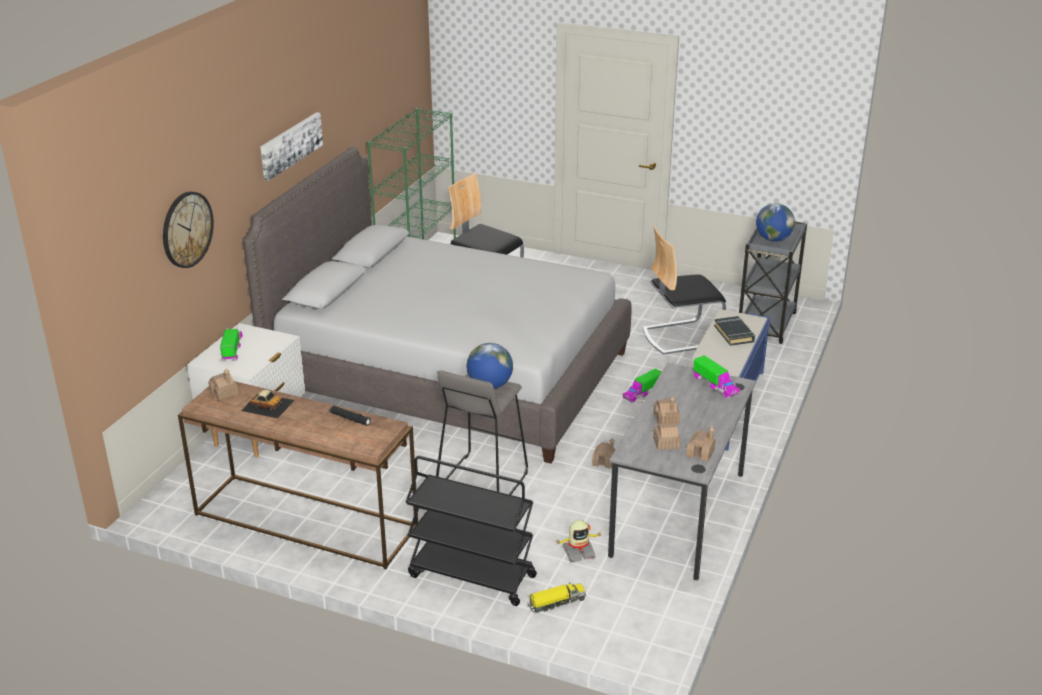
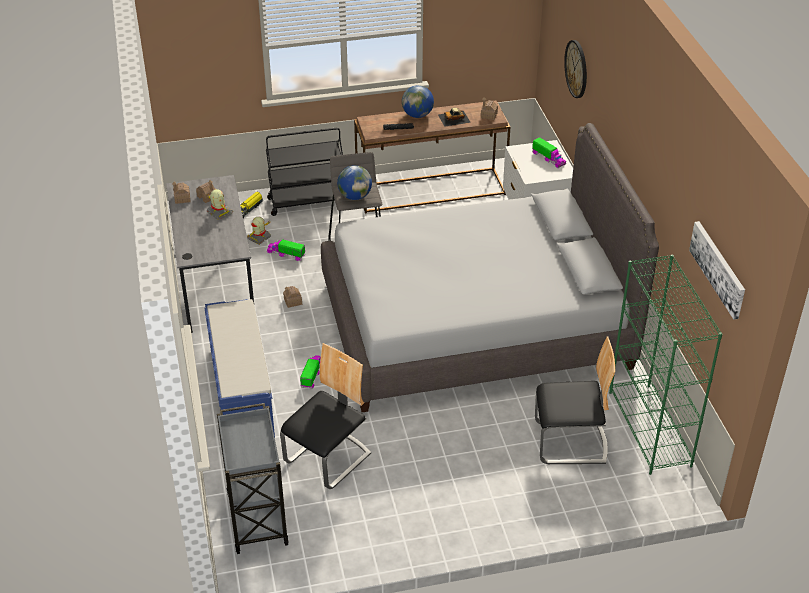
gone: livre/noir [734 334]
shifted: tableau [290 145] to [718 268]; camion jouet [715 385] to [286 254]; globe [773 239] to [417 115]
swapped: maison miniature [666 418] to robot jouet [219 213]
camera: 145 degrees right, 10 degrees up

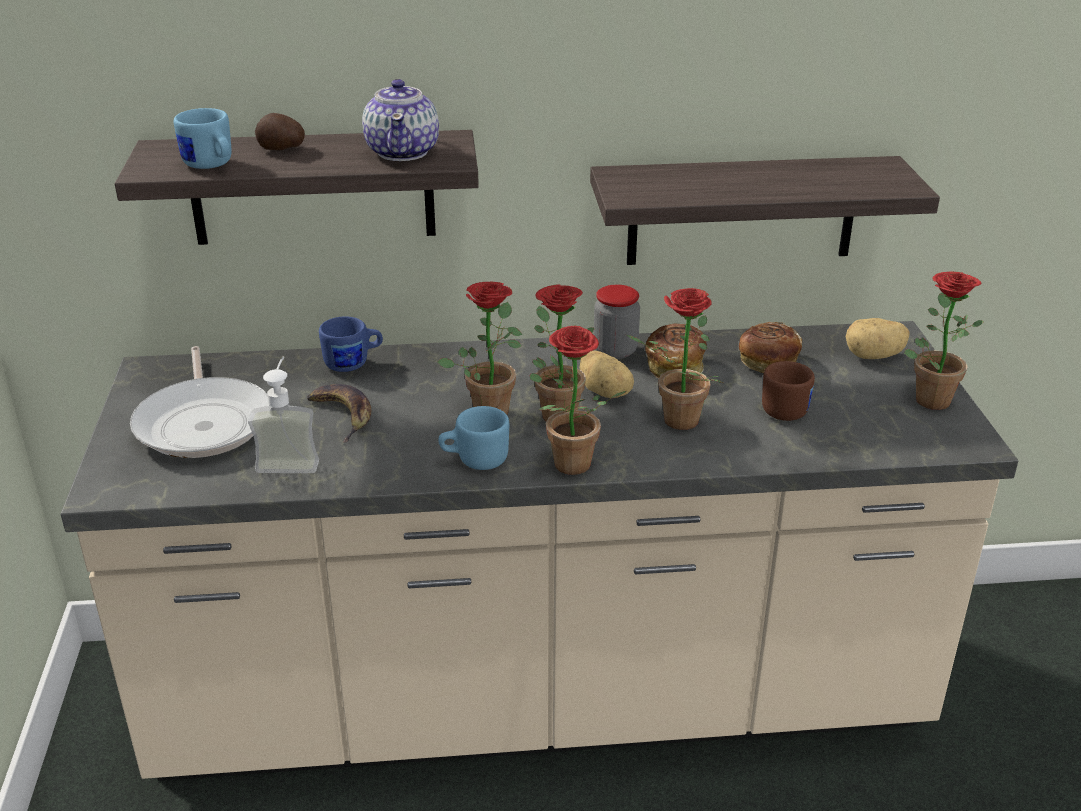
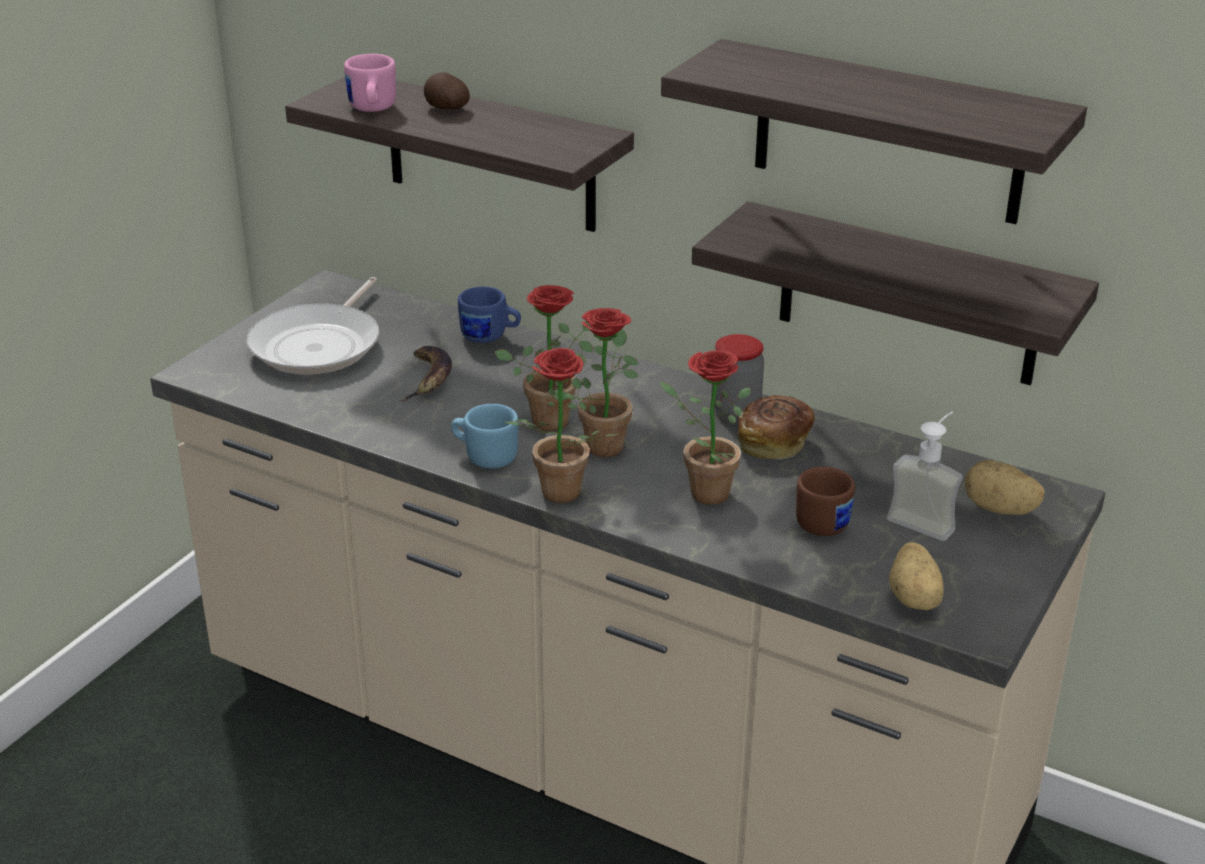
gone: théière [403 152]; pain [767 363]; plante en pot [929 396]
new: étagère [888 133]
shifted: distributeur de savon [290 459] to [926 519]; pomme de terre [605 392] to [915 598]
repainted: mug/bleu [211 166] to mug/rose [371 109]
camera: 35 degrees right, 0 degrees up

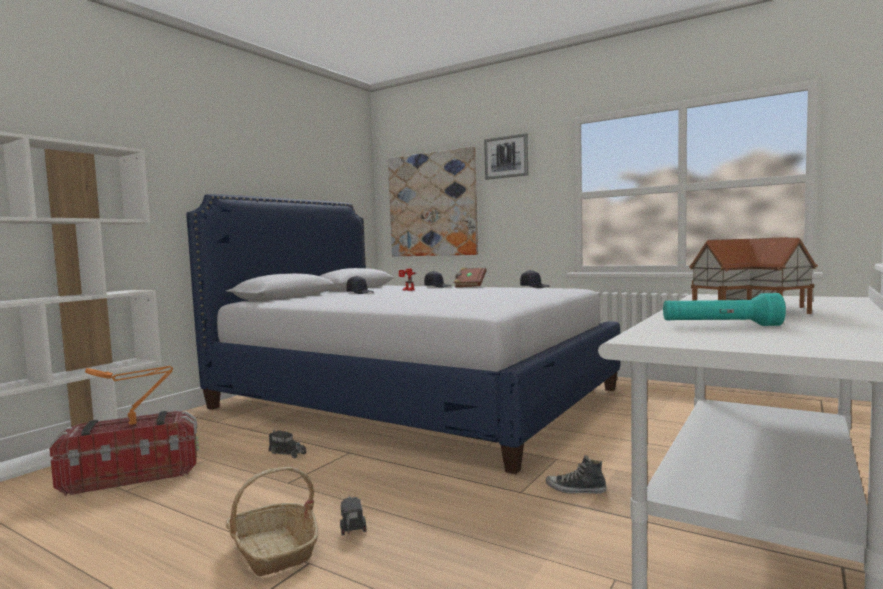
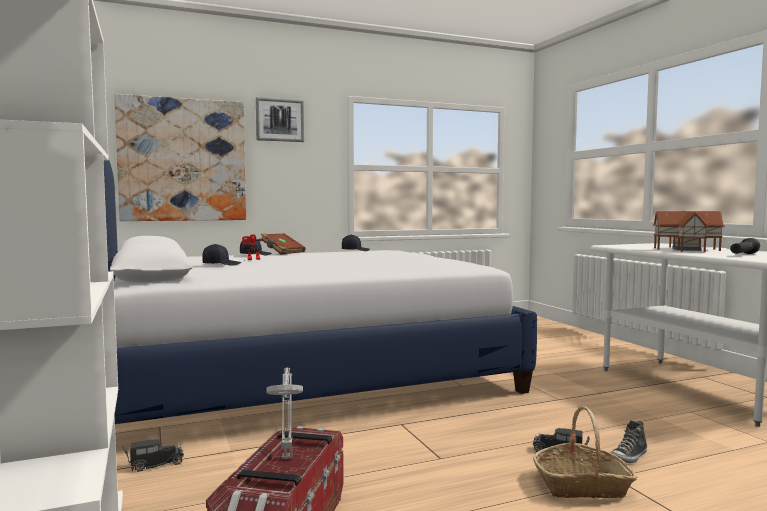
shifted: camion jouet [286 452] to [154 464]; chaussure [575 490] to [629 457]
repainted: lampe de table/orange [135 423] to lampe de table/gris [287 456]; lampe de poche/turquoise [720 325] to lampe de poche/noir [743 255]
camera: 55 degrees left, 0 degrees up

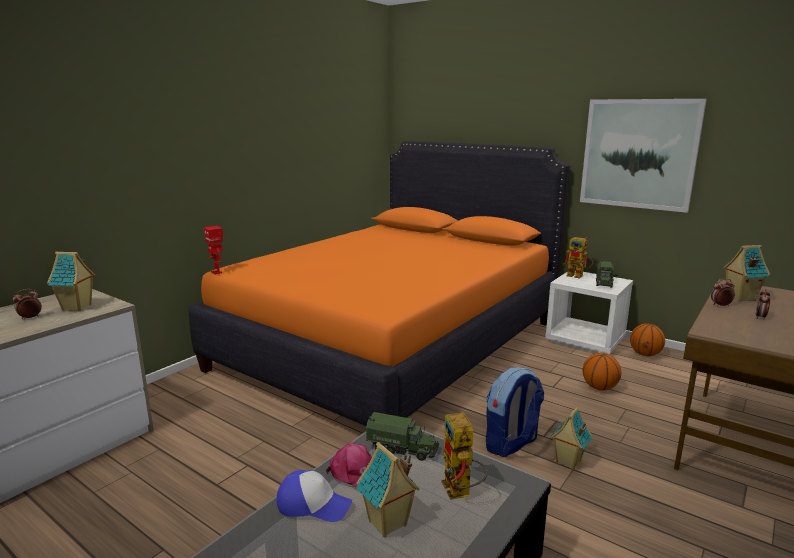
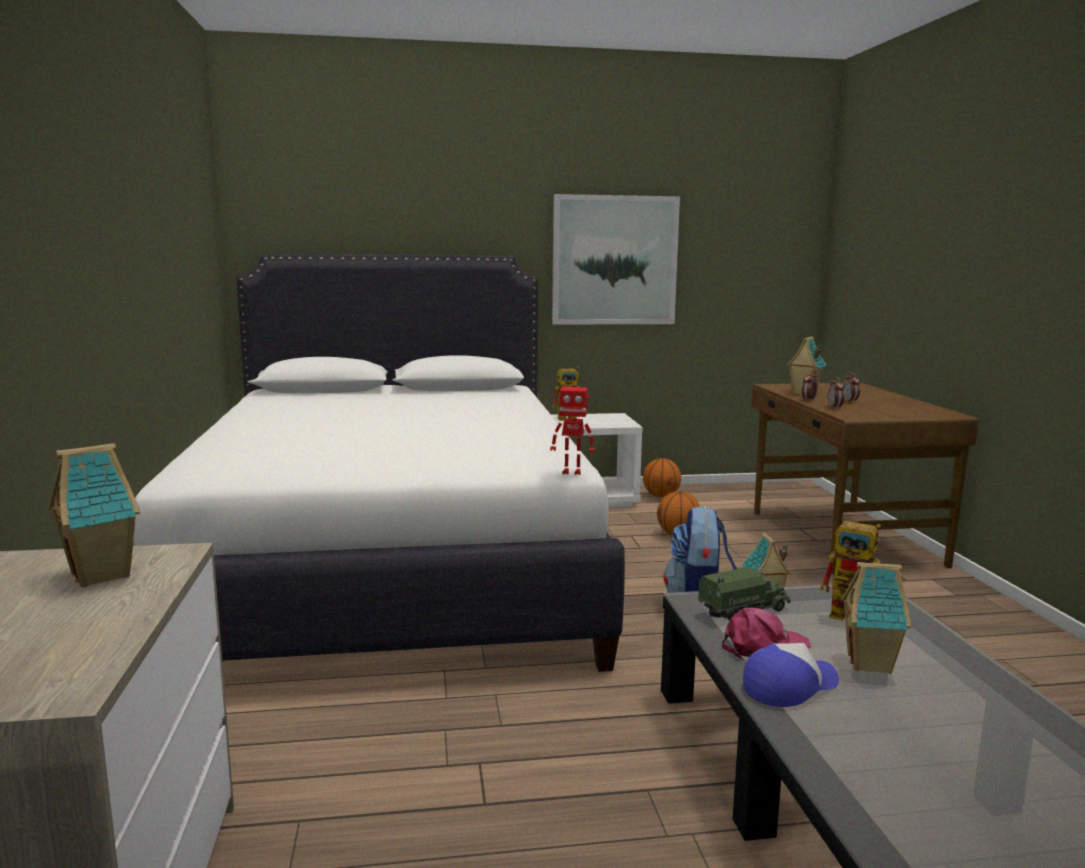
gone: camion jouet [604 282]
shifted: réveil [30 318] to [835 408]; robot jouet [217 272] to [572 472]
repainted: lit/orange [392 344] to lit/blanc [392 565]
camera: 45 degrees left, 5 degrees down

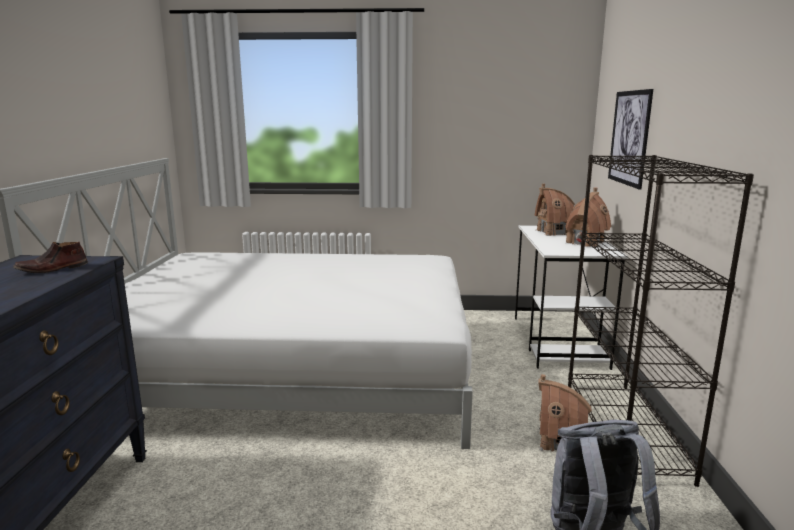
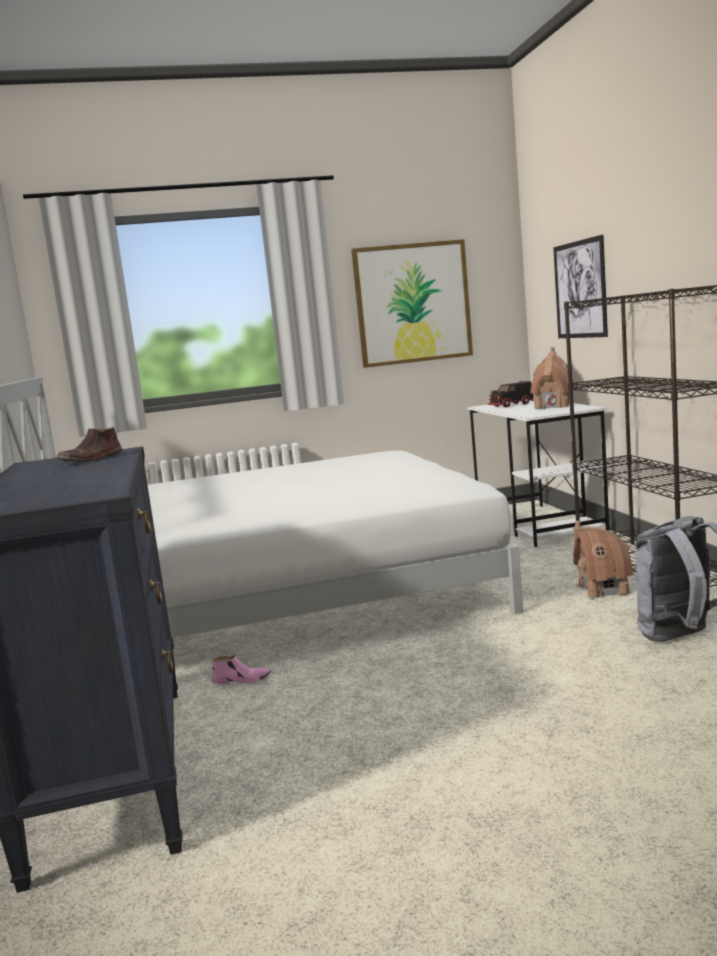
new: chaussure/rose [242 680]; tableau [412 303]
swapped: maison miniature [553 232] to camion jouet [512 405]
camera: 15 degrees left, 5 degrees down

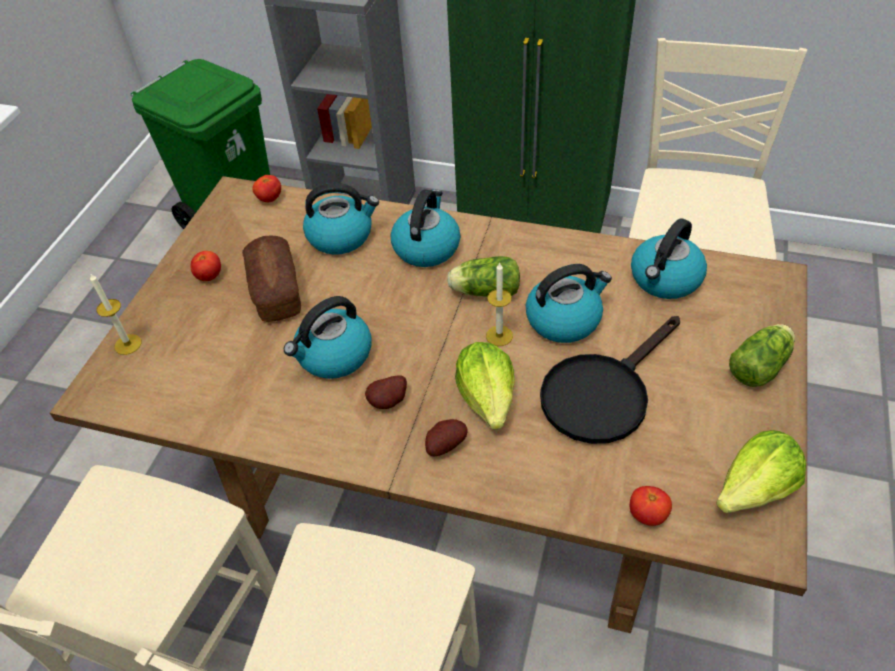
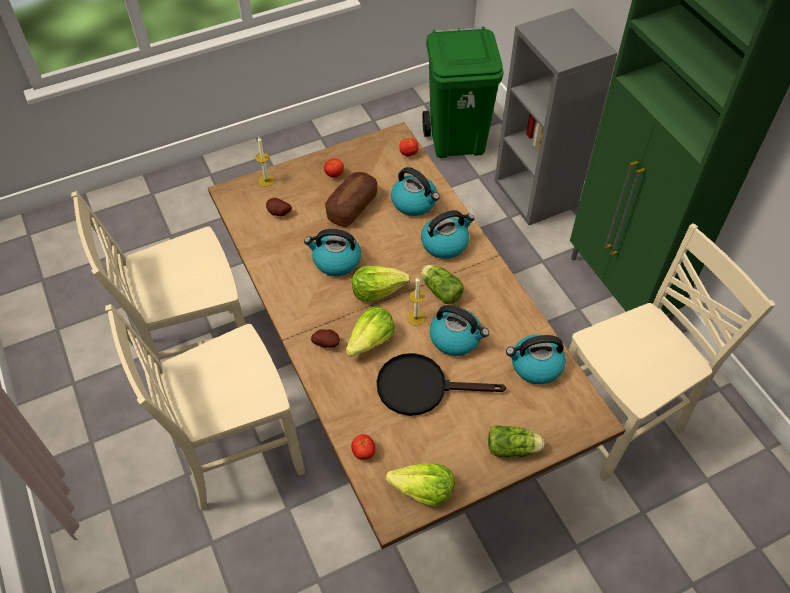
new: laitue [377 290]
shifted: pomme de terre [389 402] to [278 214]
camera: 45 degrees right, 5 degrees up

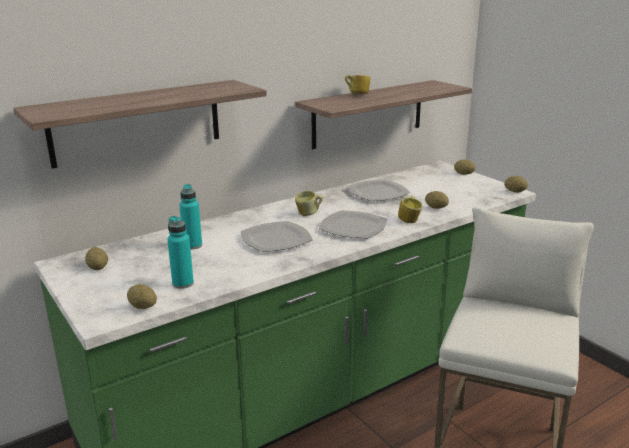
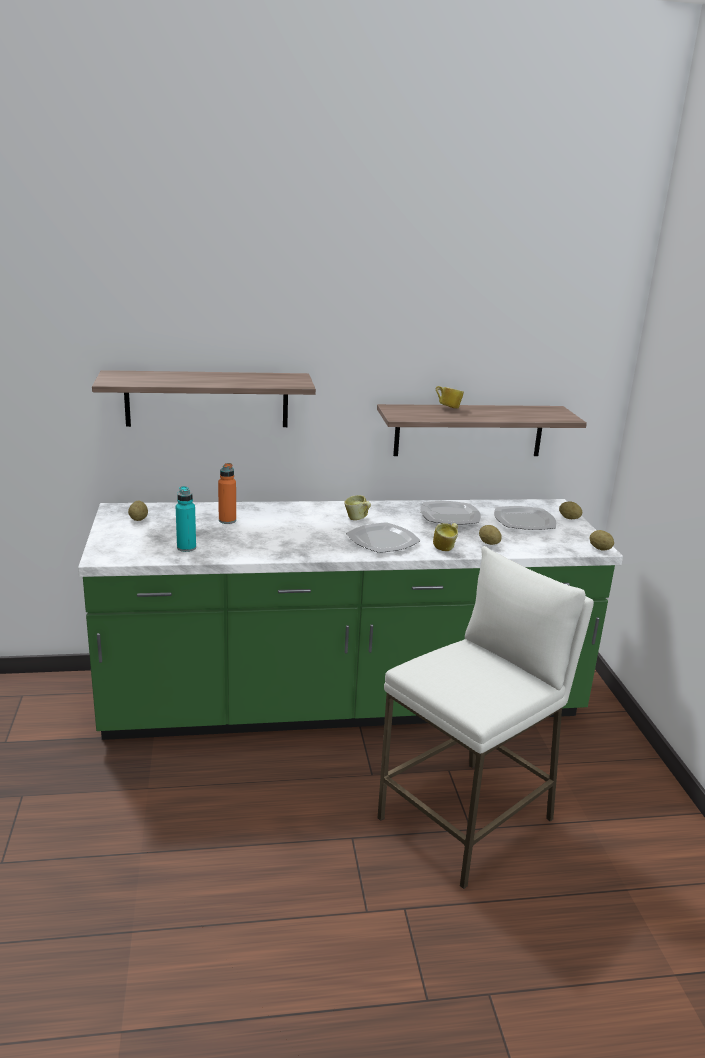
gone: pomme de terre [143 307]
shifted: assiette [275 239] to [523 520]
repainted: bouteille/turquoise [192 245] to bouteille/orange [227 520]
camera: 25 degrees right, 0 degrees up

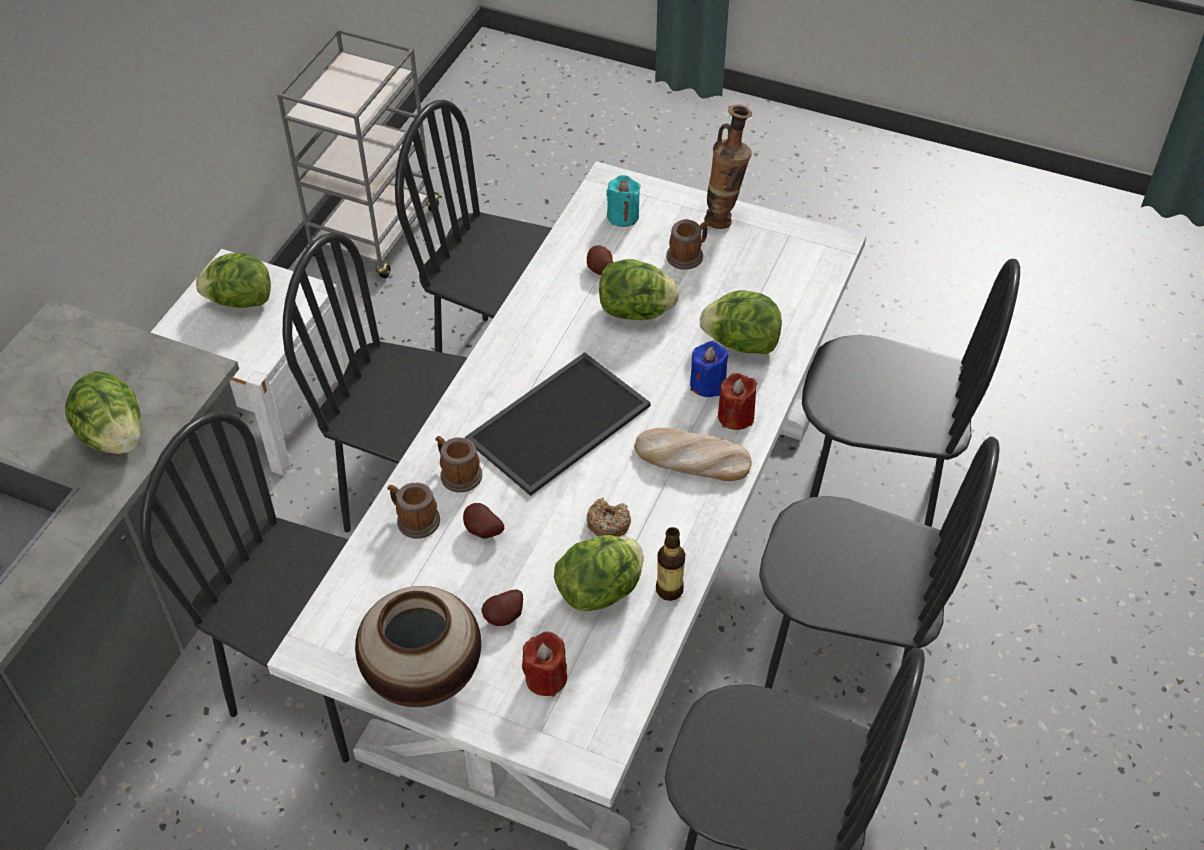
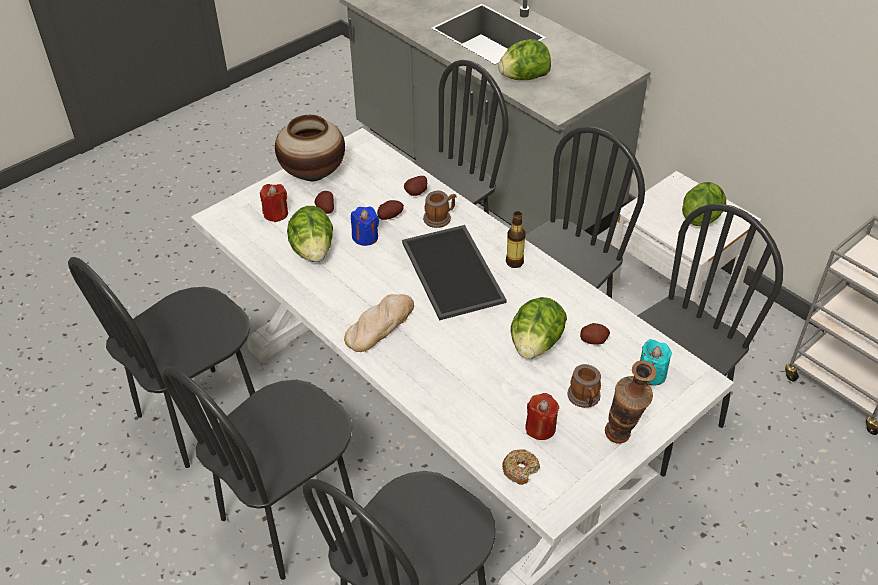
gone: laitue [740 343]
shifted: beignet [608 523] to [520 469]; bouteille [669 590] to [514 262]; bougie/bleu [707 384] to [365 237]; bougie/rouge [735 416] to [540 428]
swapped: mug [414 519] to pomme de terre [417 193]
camera: 115 degrees right, 5 degrees down

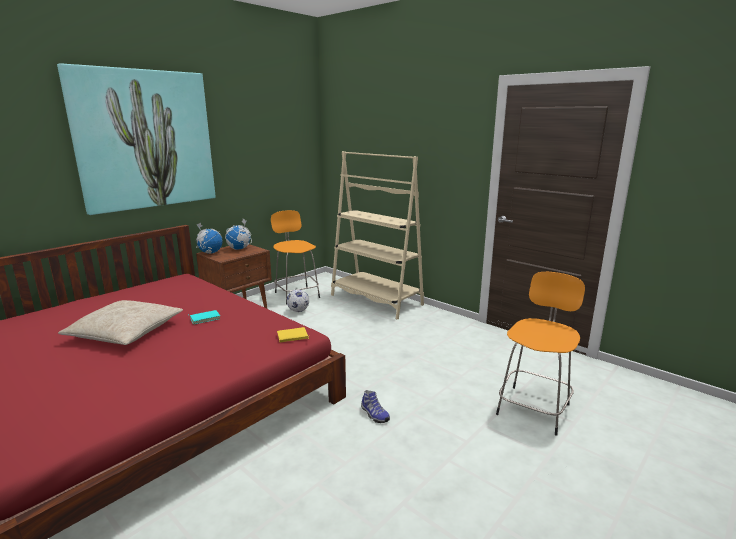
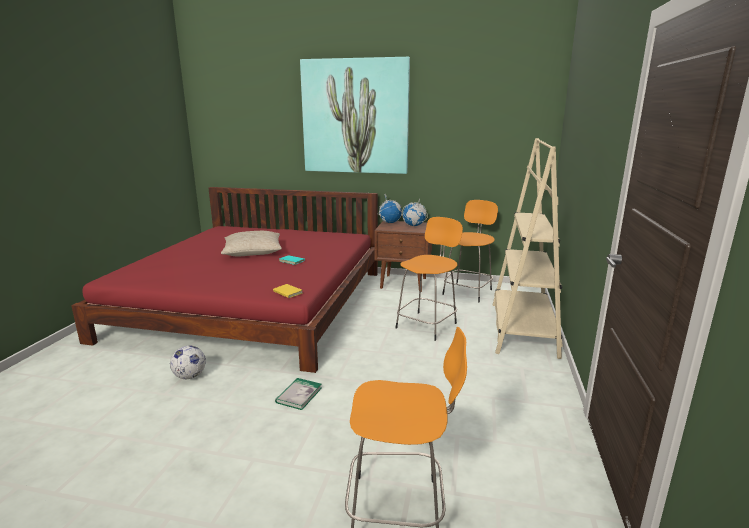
new: tabouret/orange [427 325]
shifted: ballon de foot [298 311] to [190 376]
swapped: chaussure [374 414] to livre [299 395]
camera: 60 degrees right, 0 degrees up

